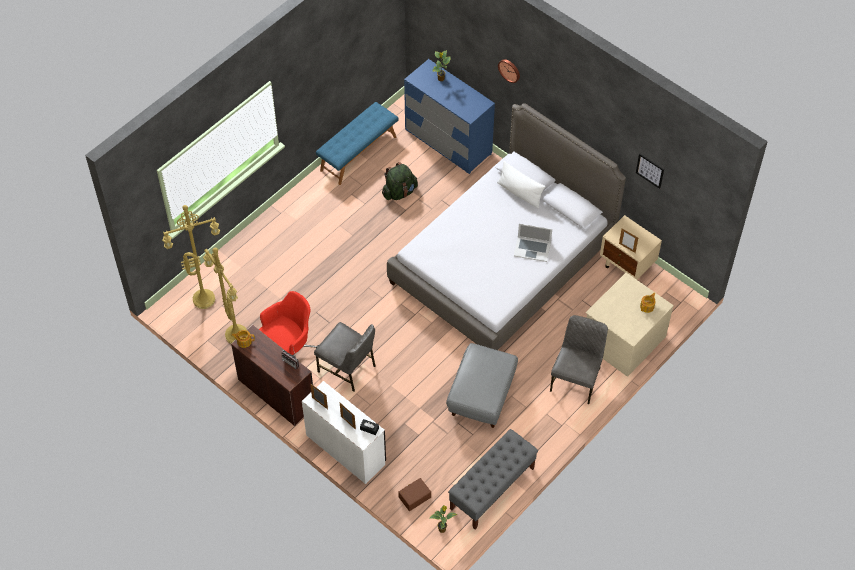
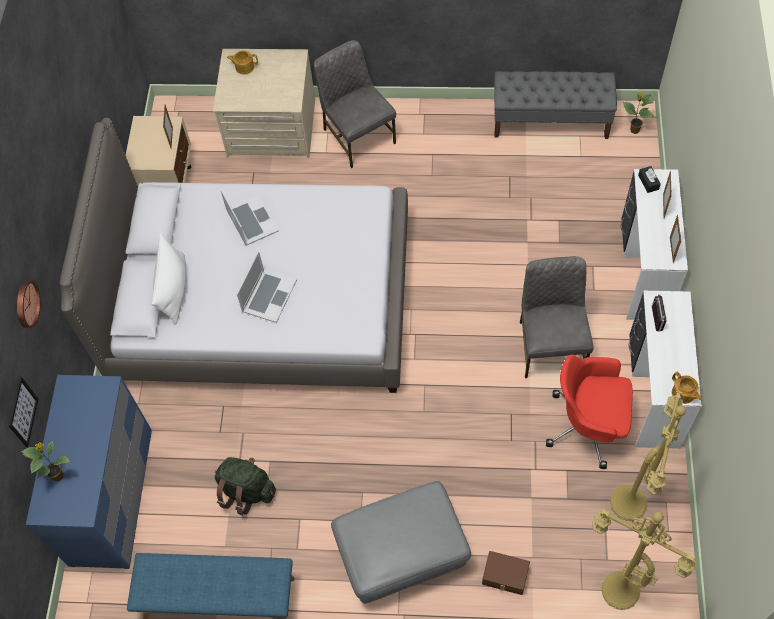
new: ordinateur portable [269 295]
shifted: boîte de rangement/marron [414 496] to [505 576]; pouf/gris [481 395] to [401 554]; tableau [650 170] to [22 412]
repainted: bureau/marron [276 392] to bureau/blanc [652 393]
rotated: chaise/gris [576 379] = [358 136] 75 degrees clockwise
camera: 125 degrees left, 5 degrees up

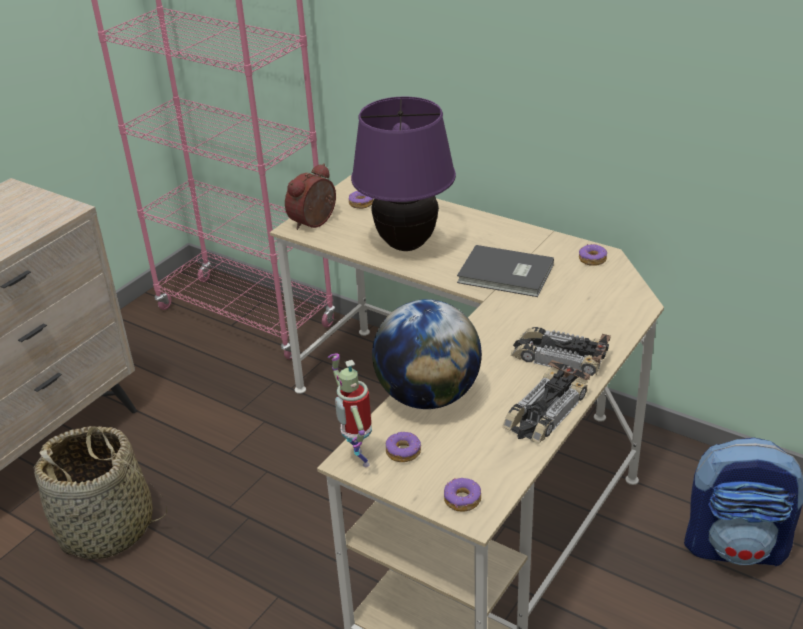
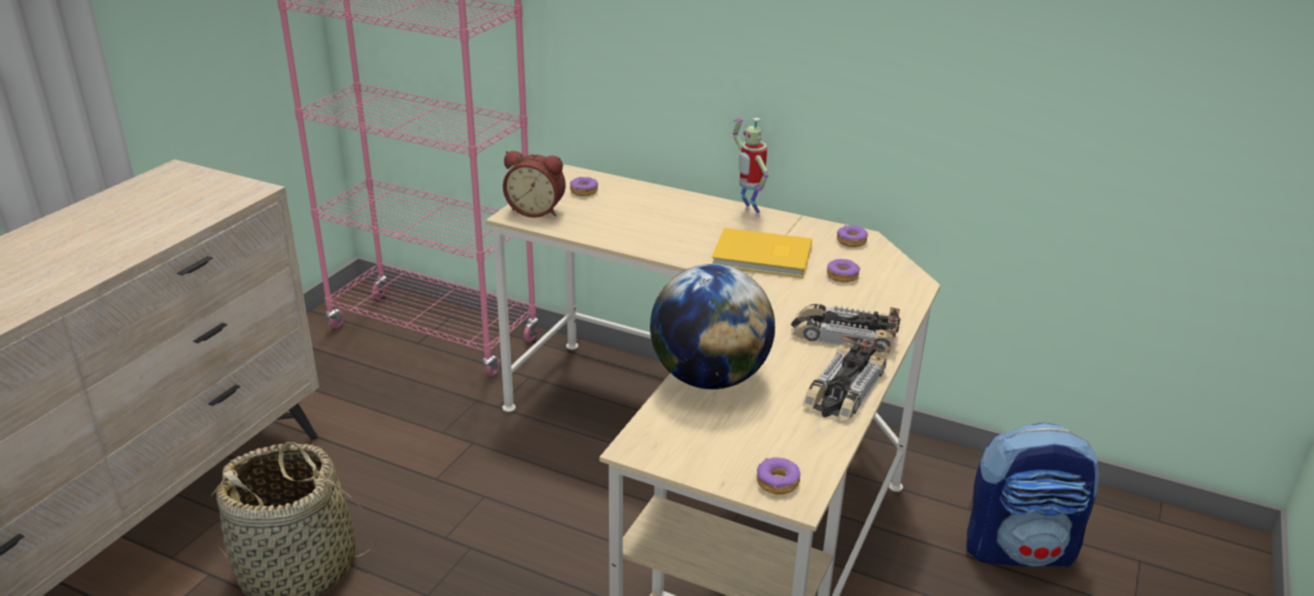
gone: lampe de table/violet [406 244]
shifted: robot jouet [357 458] to [749 213]; beignet [403 452] to [842 276]
repainted: livre/gris [506 275] to livre/jaune [763 257]
rotated: réveil [315 223] = [536 210] 105 degrees counterclockwise
camera: 10 degrees left, 5 degrees down

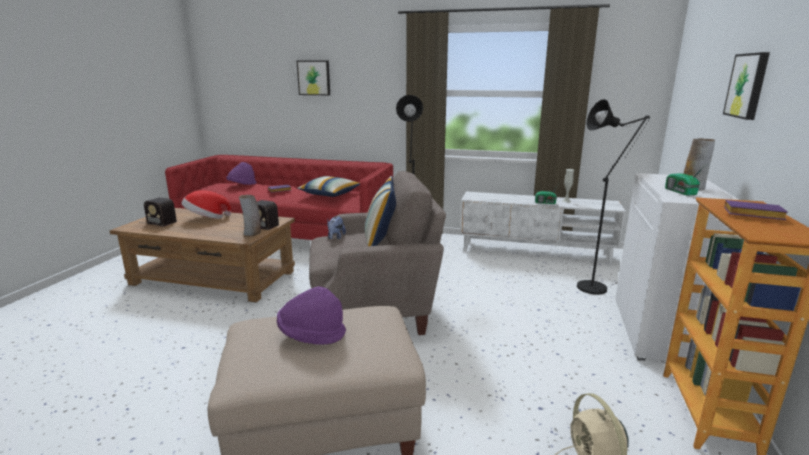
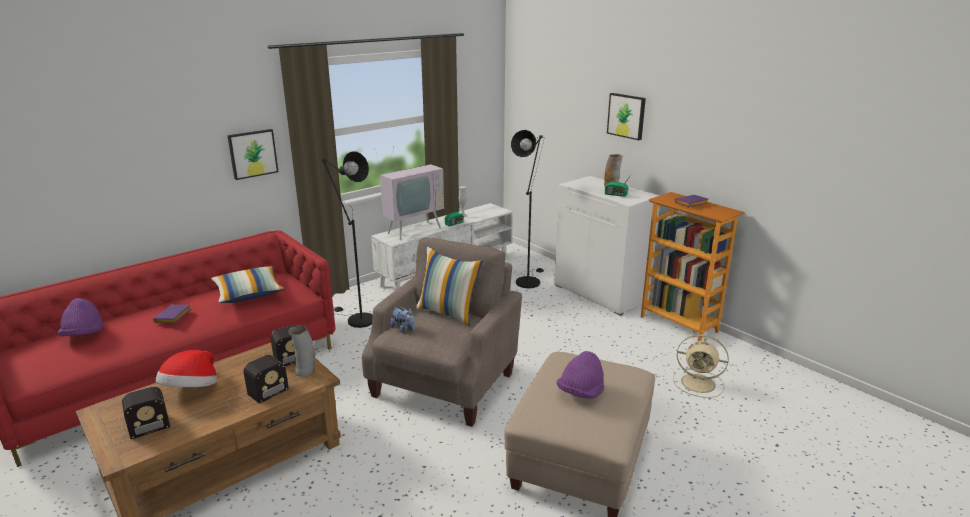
new: radio [255 396]; téléviseur [412 229]
shifted: tableau [314 78] to [252 153]
camera: 55 degrees left, 5 degrees up

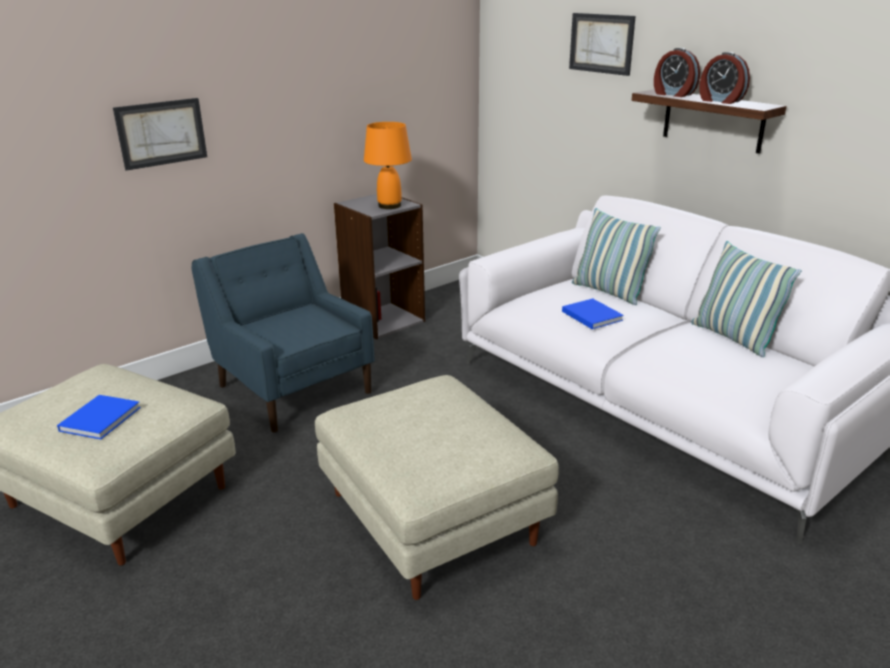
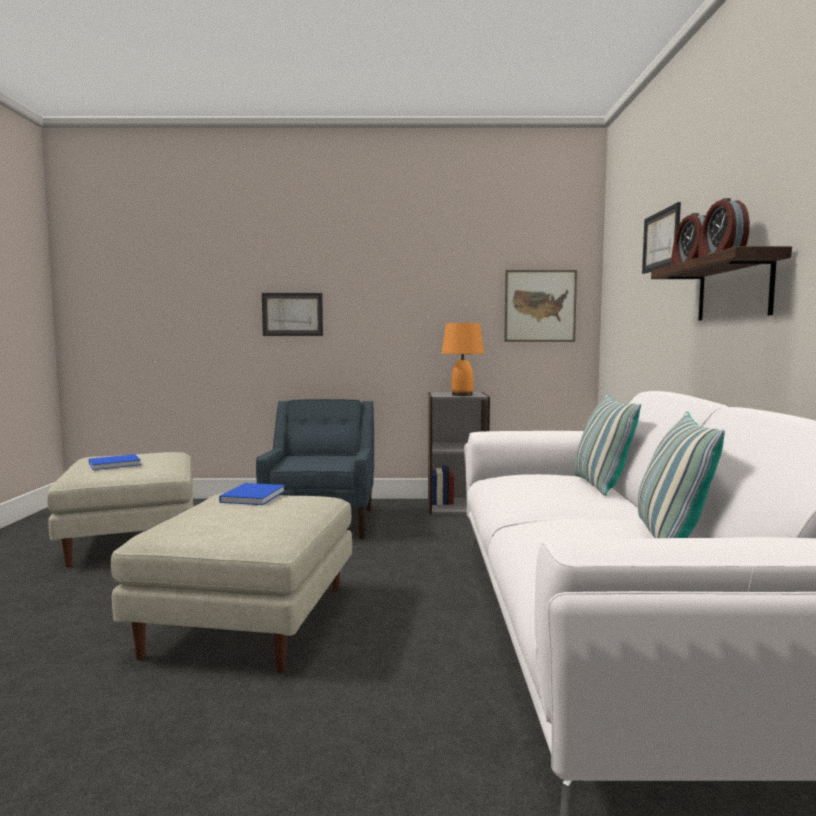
new: tableau [540 306]
shifted: livre/bleu [591 315] to [254 496]
camera: 40 degrees right, 20 degrees down

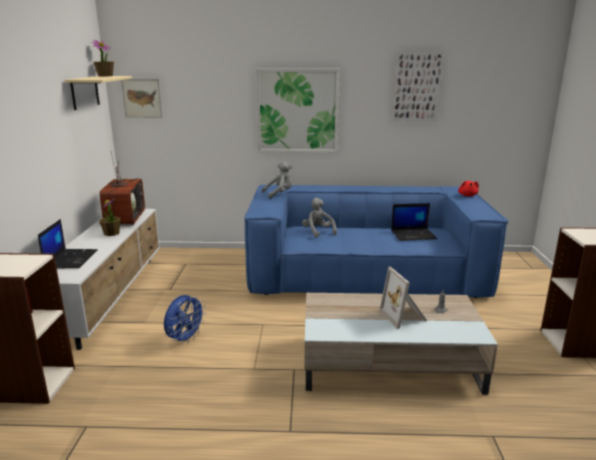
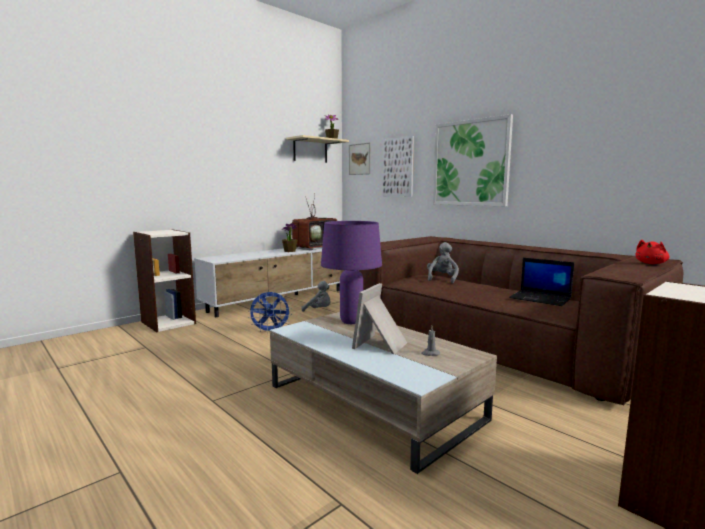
gone: ordinateur portable [71 259]
new: lampe de table/violet [350 322]
shifted: peluche/gris [279 194] to [319 310]; tableau [417 87] to [398 167]
repainted: canapé/bleu [365 273] to canapé/marron [495 340]
camera: 45 degrees right, 10 degrees down

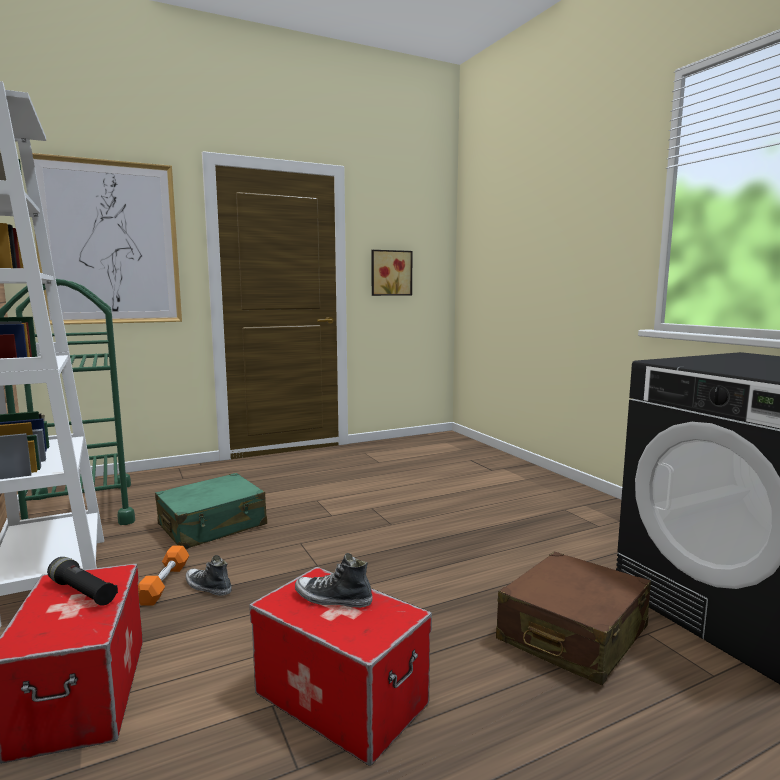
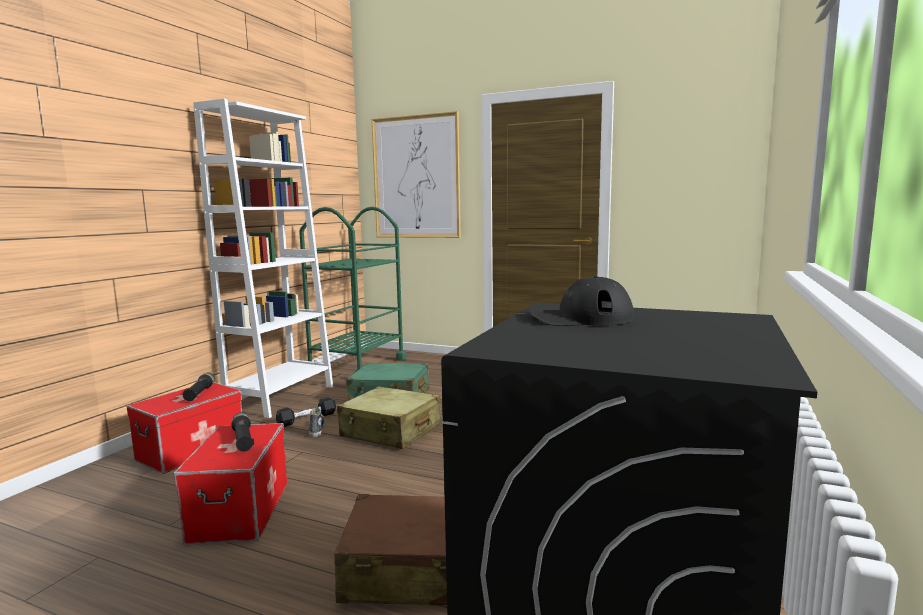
gone: tableau [390 273]
new: valise/beige [391 431]; casquette/noir [580 318]
swapped: chaussure [333 599] to lampe de poche/noir [243 440]
repainted: haltère/orange [164 583] to haltère/noir [307 419]
camera: 50 degrees right, 0 degrees up

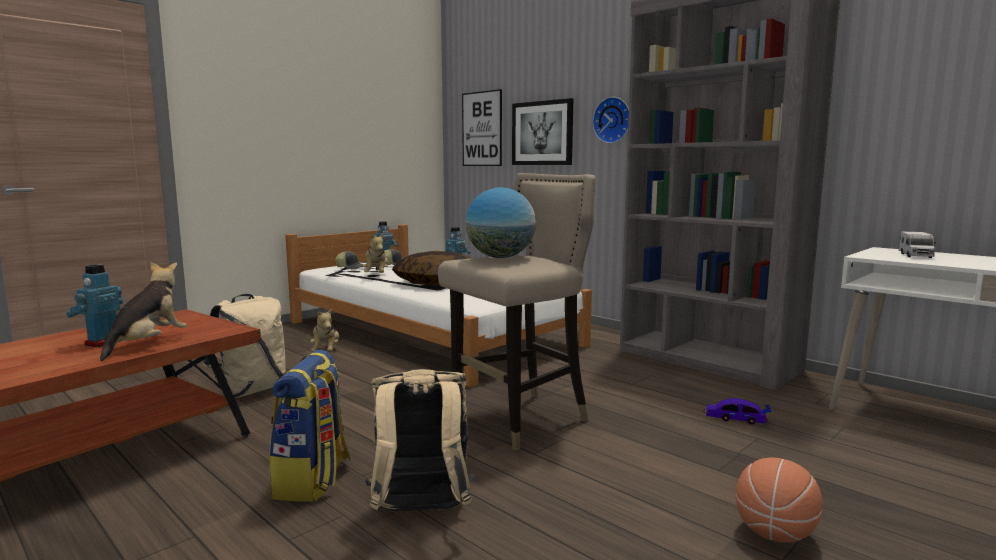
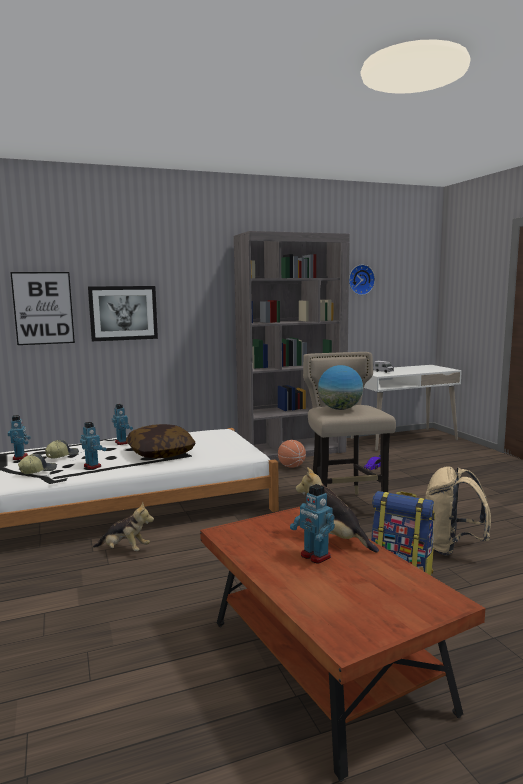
gone: sac à dos/beige [252 390]
shifted: horloge murale [613 120] to [360 279]; ballon de basket [774 534] to [291 466]
swapped: peluche [377 275] to robot jouet [93 466]
camera: 65 degrees left, 0 degrees up

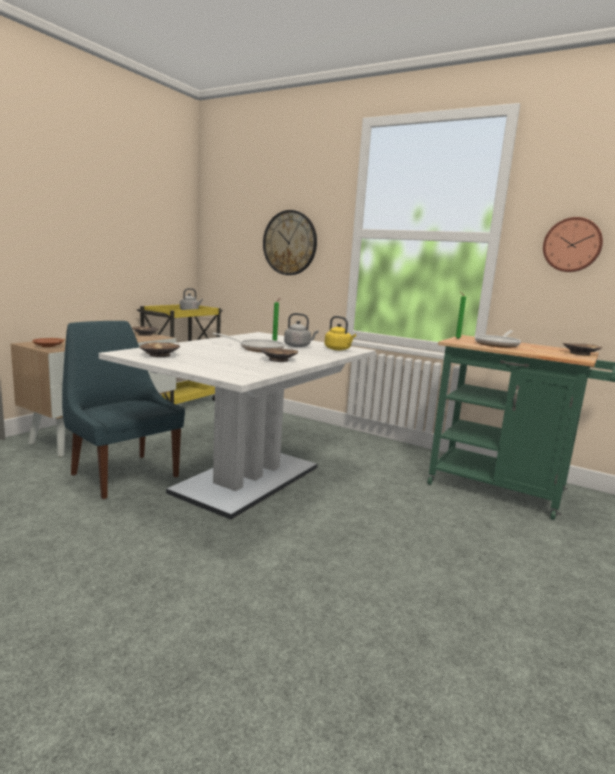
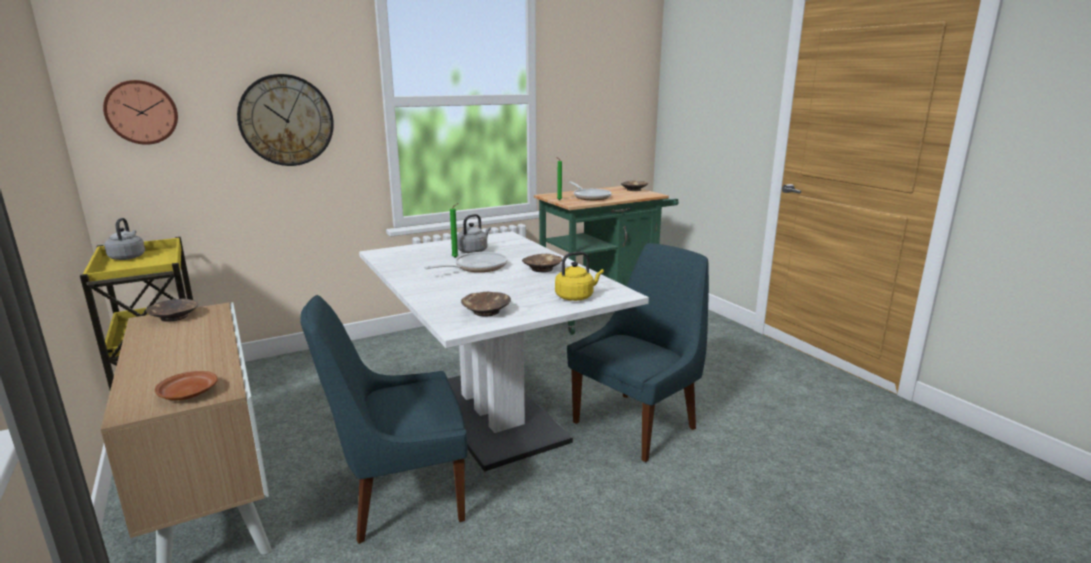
new: chaise/bleu [637 424]
shifted: bouilloire/jaune [338 349] to [576 297]; horloge murale [572 245] to [141 112]
camera: 60 degrees left, 5 degrees up

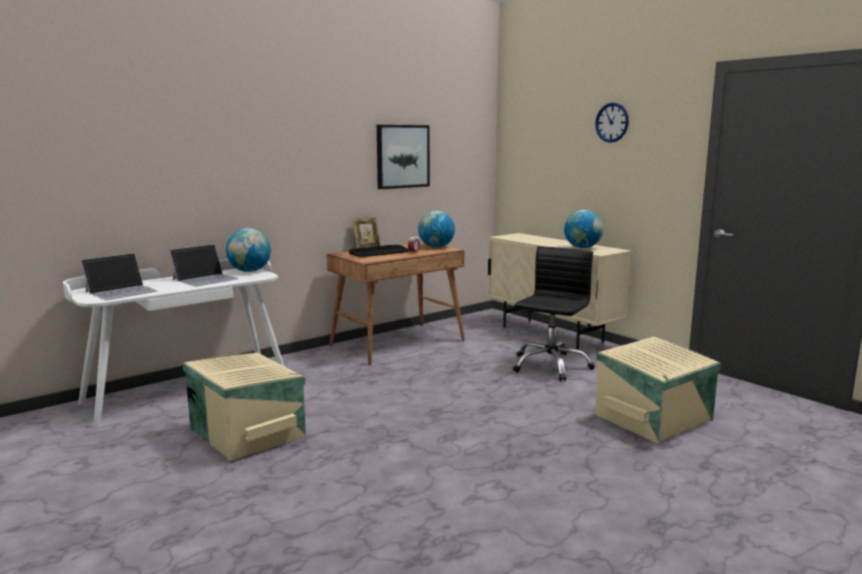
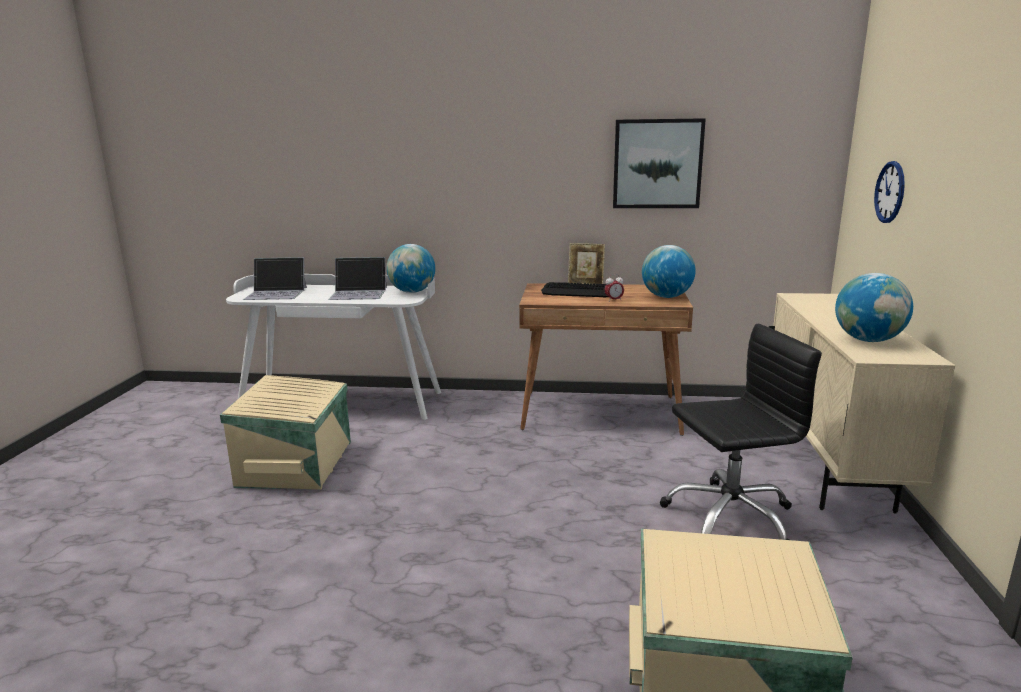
shifted: horloge murale [612 122] to [890 192]
camera: 45 degrees right, 5 degrees up

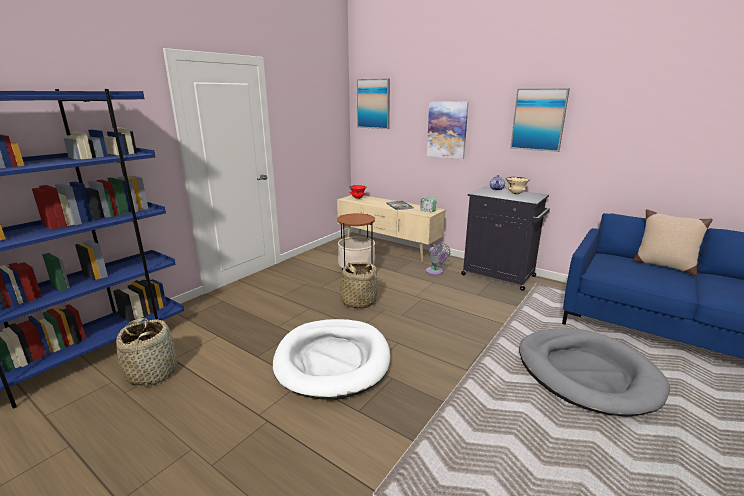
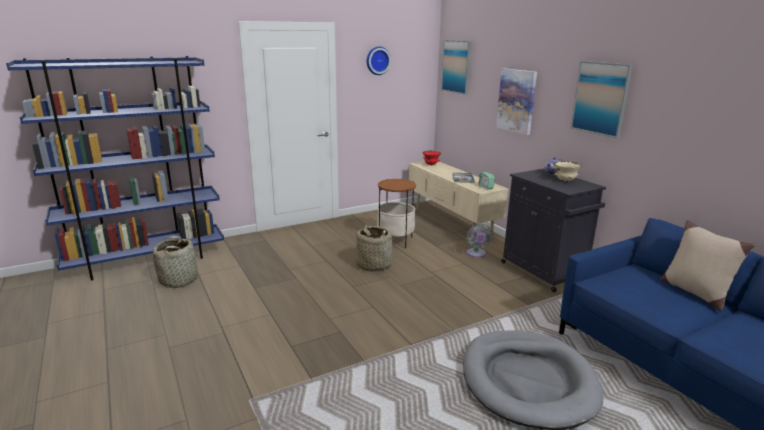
gone: panier pour chien/blanc [333 360]
new: horloge murale [377 60]
camera: 25 degrees right, 0 degrees up

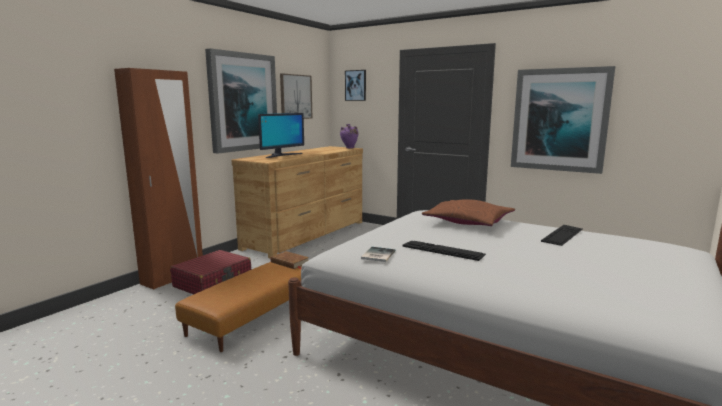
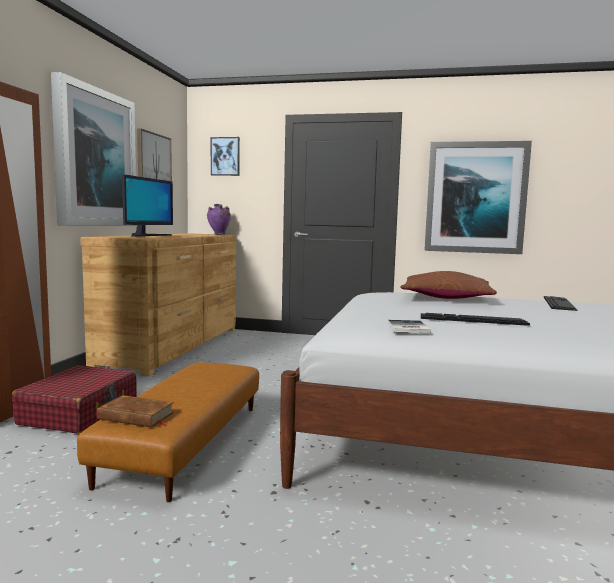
shifted: livre/marron [289 263] to [136 416]
camera: 20 degrees left, 5 degrees down

